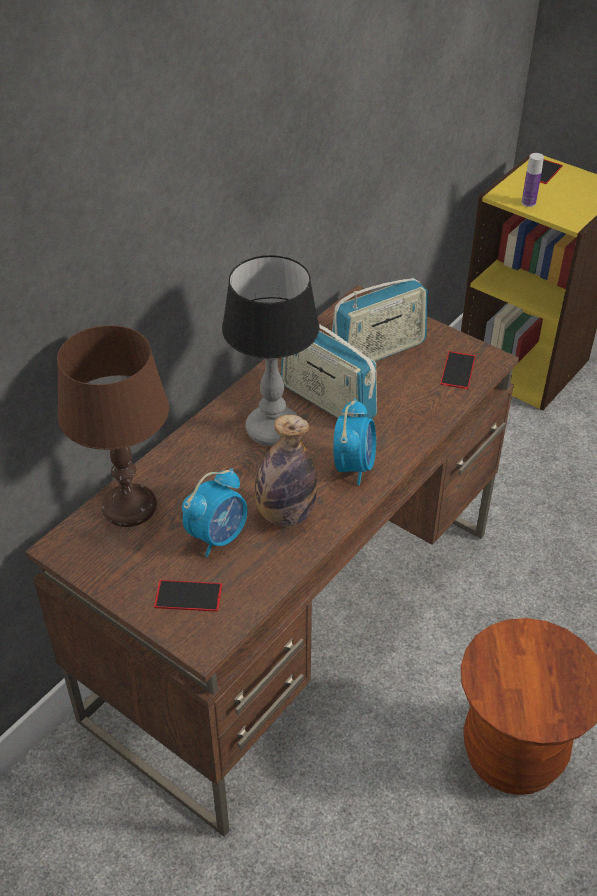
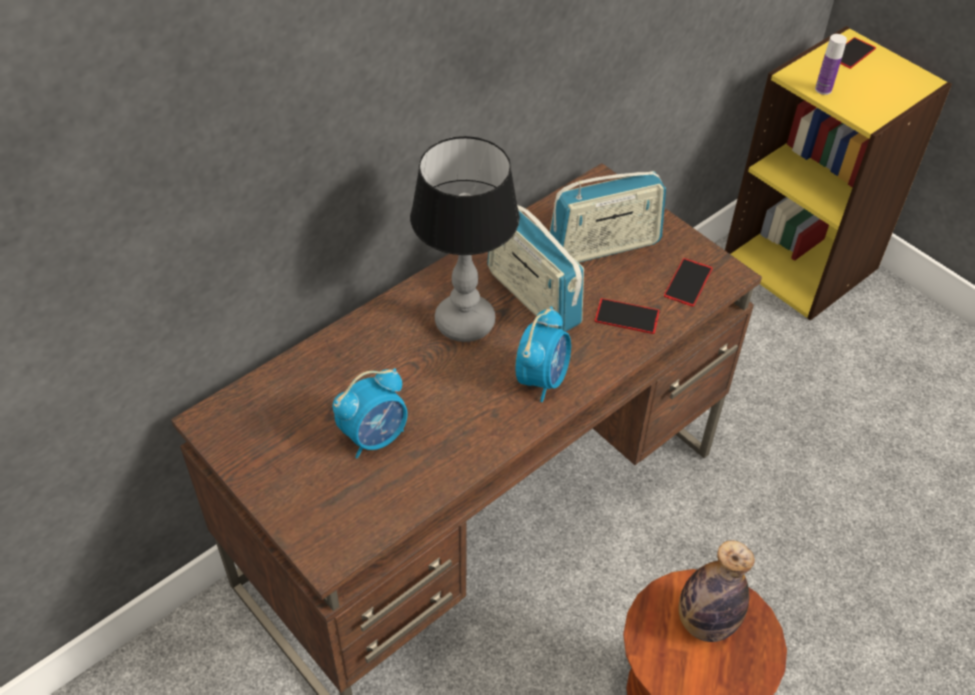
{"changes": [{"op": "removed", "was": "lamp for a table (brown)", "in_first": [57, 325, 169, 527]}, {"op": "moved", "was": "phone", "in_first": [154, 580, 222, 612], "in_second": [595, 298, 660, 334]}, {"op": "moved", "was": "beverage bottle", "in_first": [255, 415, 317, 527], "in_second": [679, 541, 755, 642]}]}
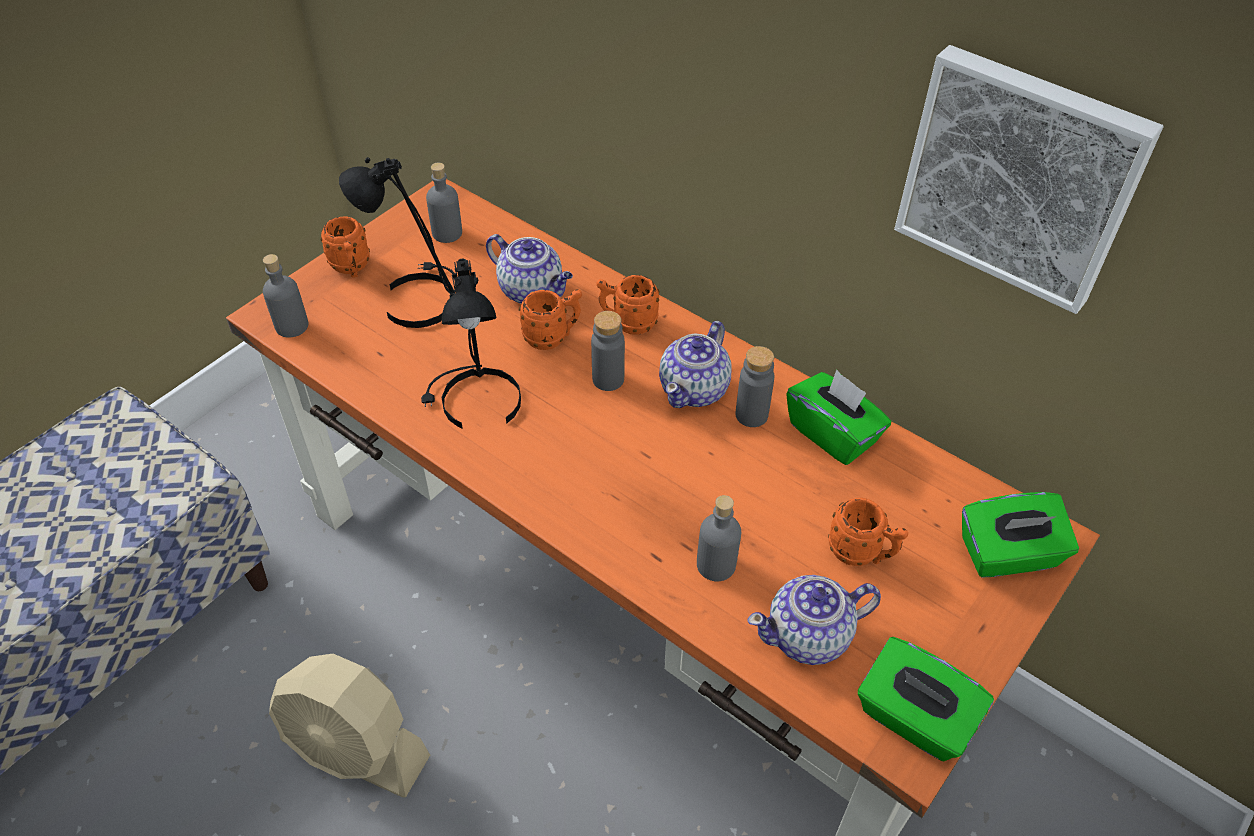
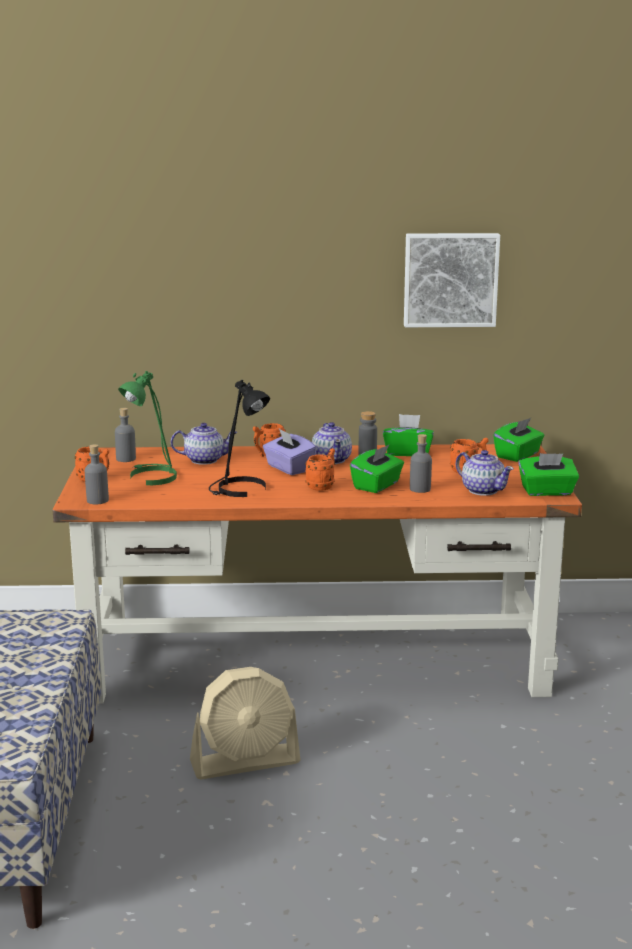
{"changes": [{"op": "recoloured", "was": "lamp for a table (blackish)", "now": "lamp for a table (green-coloured)", "in_first": [339, 157, 456, 328], "in_second": [118, 371, 177, 485]}, {"op": "moved", "was": "coffee mug (orangey)", "in_first": [519, 289, 582, 350], "in_second": [305, 448, 335, 491]}, {"op": "replaced", "was": "beverage bottle (greyish)", "now": "box of tissues (purple-coloured)", "in_first": [591, 311, 625, 391], "in_second": [263, 429, 317, 475]}, {"op": "turned", "was": "tea pot", "in_first": [747, 575, 881, 665], "in_second": [456, 450, 514, 496], "clockwise": -75}, {"op": "added", "now": "box of tissues (green-coloured)", "in_second": [350, 445, 404, 493]}]}
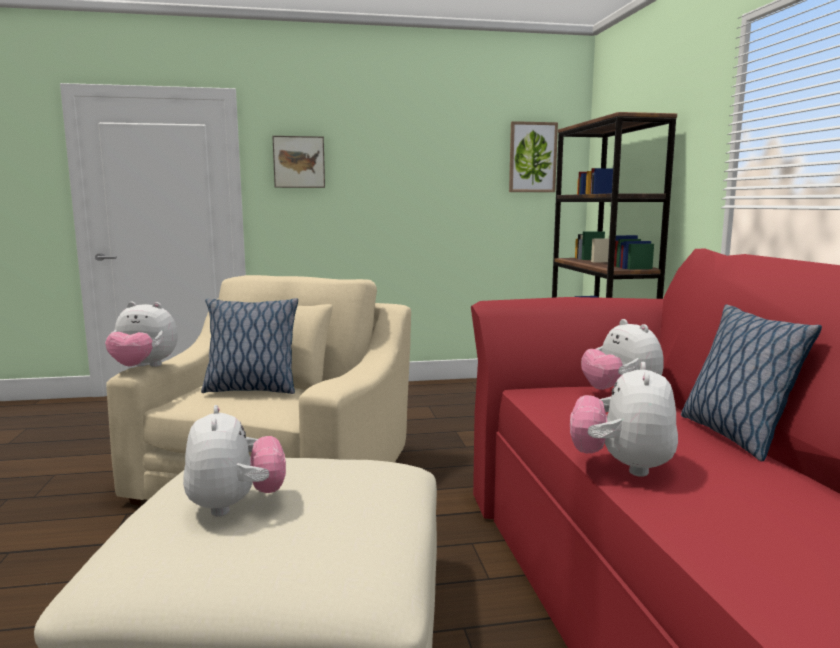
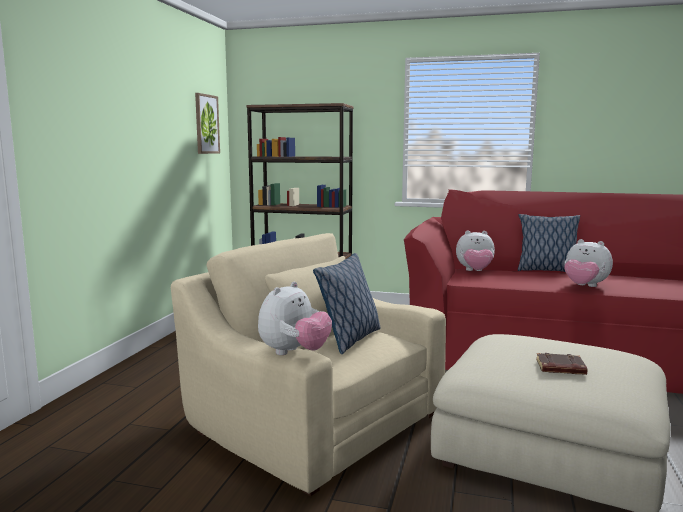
{"changes": [{"op": "replaced", "was": "soft toy", "now": "volume (brown)", "in_first": [183, 405, 286, 517], "in_second": [536, 353, 588, 375]}, {"op": "removed", "was": "picture", "in_first": [272, 136, 325, 188]}]}
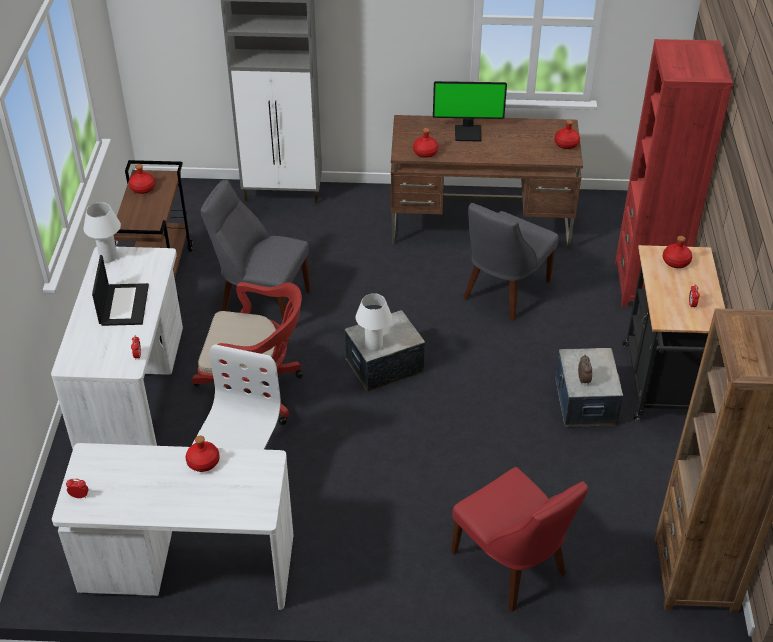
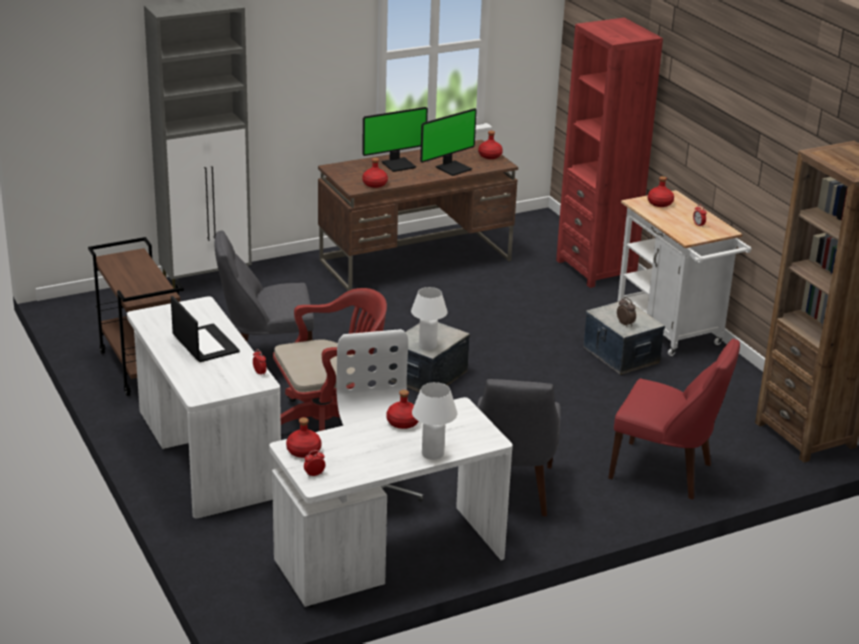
{"changes": [{"op": "moved", "was": "lamp for a table (white)", "in_first": [83, 202, 121, 263], "in_second": [412, 382, 457, 460]}, {"op": "moved", "was": "beverage bottle (reddish)", "in_first": [129, 164, 155, 194], "in_second": [286, 417, 322, 458]}, {"op": "moved", "was": "upright chair (greyish)", "in_first": [464, 203, 558, 321], "in_second": [477, 379, 560, 516]}, {"op": "recoloured", "was": "trolley (blackish)", "now": "trolley (white)", "in_first": [622, 245, 725, 421], "in_second": [618, 190, 751, 356]}, {"op": "added", "now": "computer display", "in_second": [420, 108, 477, 176]}]}
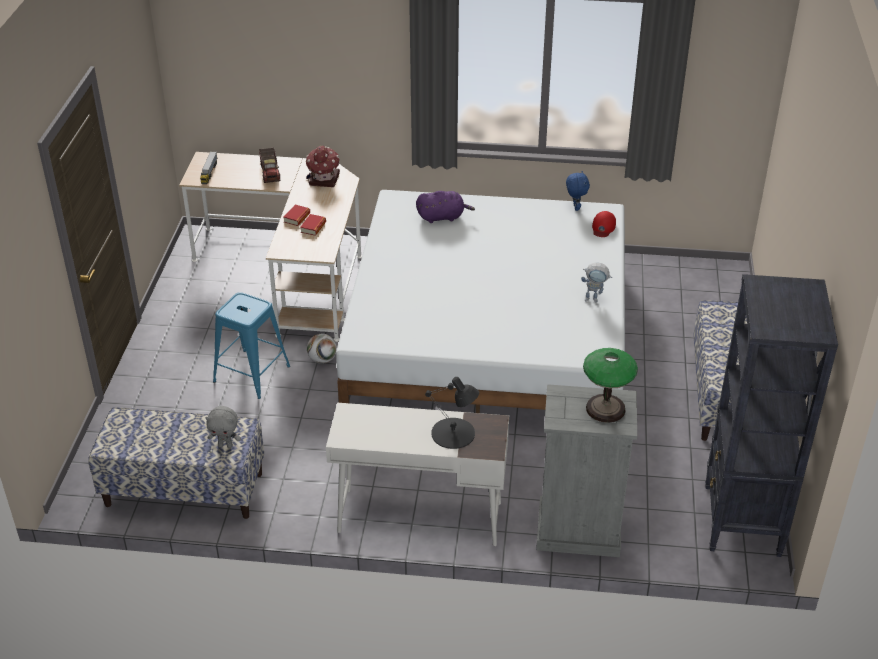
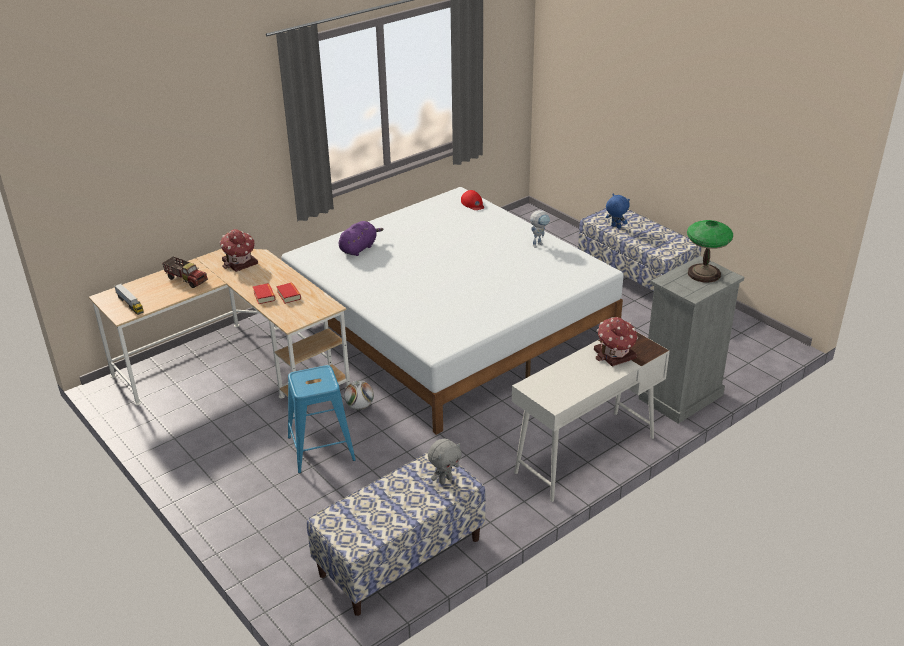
{"changes": [{"op": "replaced", "was": "lamp for a table (blackish)", "now": "miniature house", "in_first": [425, 377, 479, 449], "in_second": [594, 317, 638, 366]}, {"op": "moved", "was": "soft toy (blue-coloured)", "in_first": [566, 171, 590, 211], "in_second": [606, 194, 630, 229]}, {"op": "removed", "was": "bookcase (blackish)", "in_first": [705, 274, 838, 557]}]}
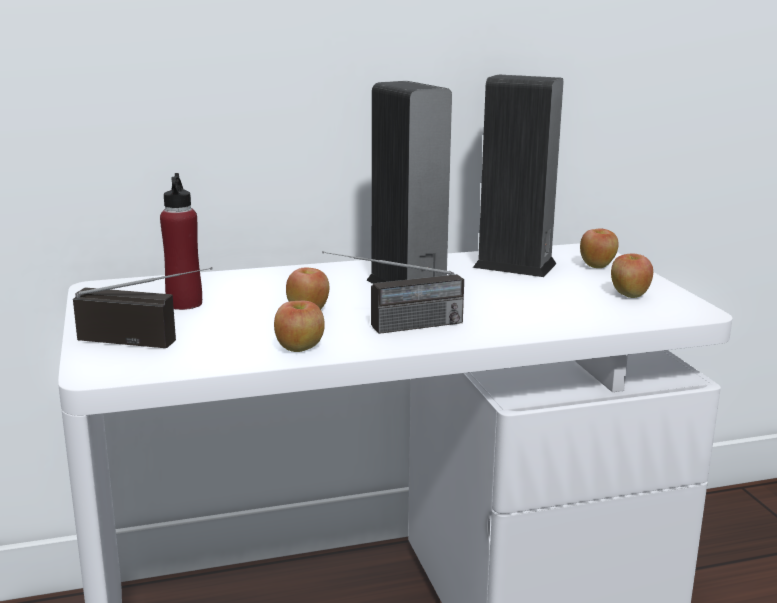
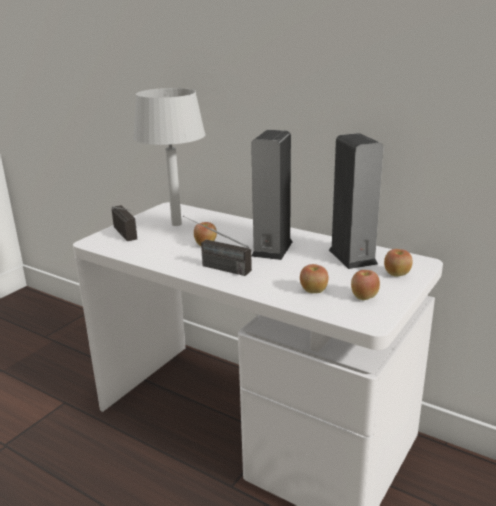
{"changes": [{"op": "replaced", "was": "beverage bottle (reddish)", "now": "lamp for a table (greyish)", "in_first": [160, 173, 202, 310], "in_second": [133, 88, 206, 226]}, {"op": "moved", "was": "whole apple", "in_first": [274, 301, 325, 352], "in_second": [300, 264, 328, 293]}]}
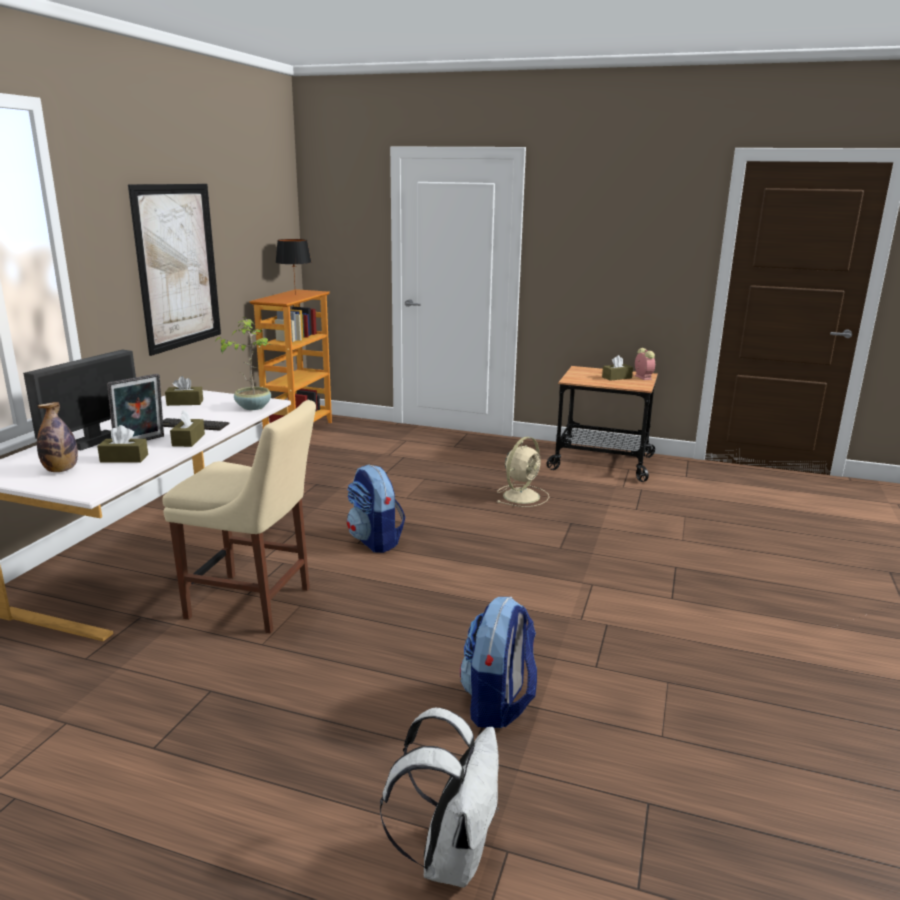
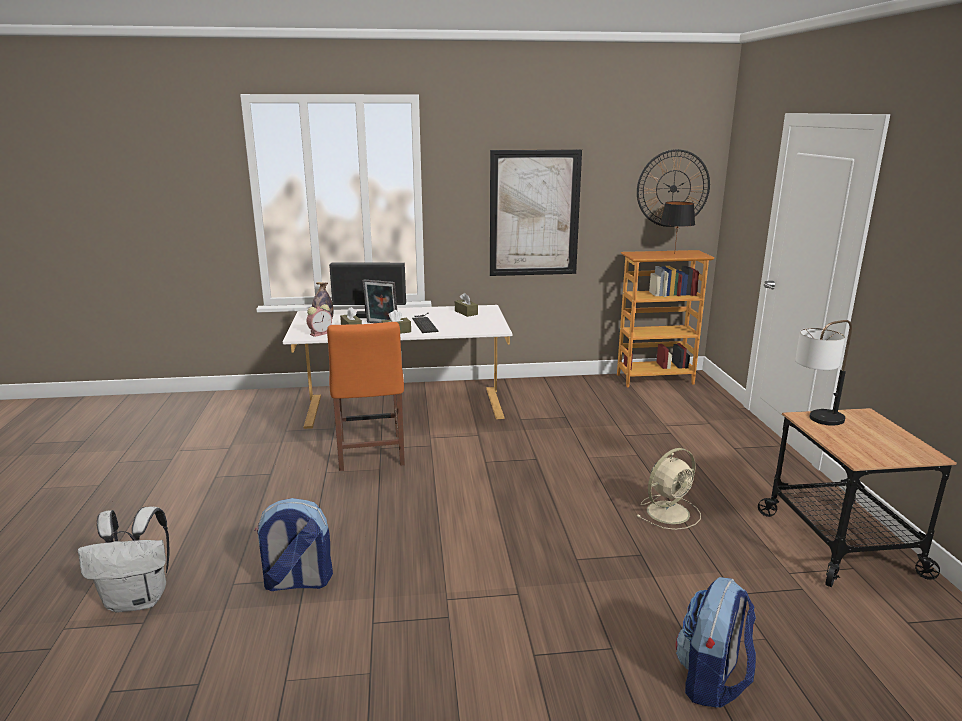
{"changes": [{"op": "recoloured", "was": "upright chair (sand-coloured)", "now": "upright chair (orangey)", "in_first": [162, 400, 316, 634], "in_second": [327, 322, 405, 471]}, {"op": "removed", "was": "plant in a pot", "in_first": [216, 317, 272, 410]}, {"op": "moved", "was": "backpack", "in_first": [347, 464, 405, 553], "in_second": [675, 577, 756, 708]}, {"op": "turned", "was": "cooling fan (sand-coloured)", "in_first": [497, 437, 549, 507], "in_second": [636, 448, 701, 530], "clockwise": -45}, {"op": "removed", "was": "box of tissues (brown)", "in_first": [602, 355, 633, 381]}, {"op": "moved", "was": "bedside clock", "in_first": [635, 348, 655, 380], "in_second": [307, 304, 332, 337]}, {"op": "added", "now": "wall clock", "in_second": [637, 149, 710, 227]}, {"op": "added", "now": "lamp for a table", "in_second": [795, 320, 852, 426]}]}
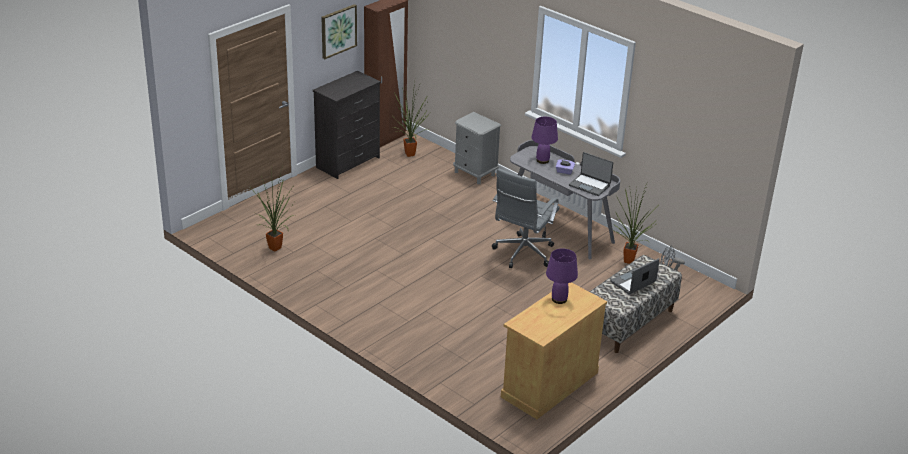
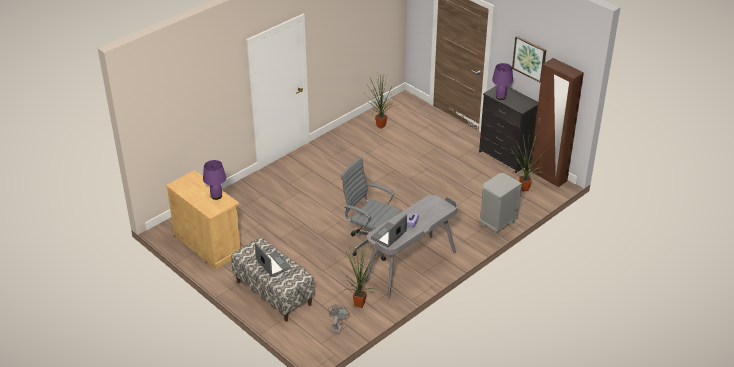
{"changes": [{"op": "moved", "was": "lamp for a table (purple-coloured)", "in_first": [531, 117, 558, 164], "in_second": [492, 63, 513, 100]}]}
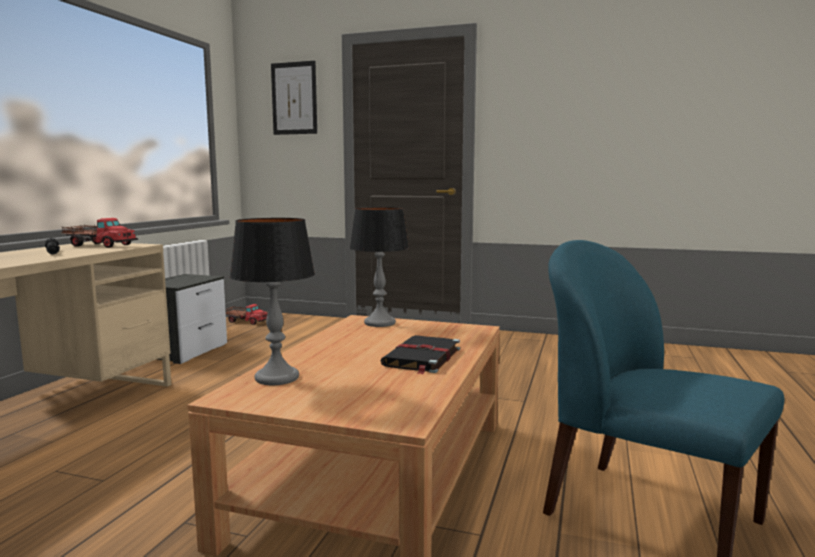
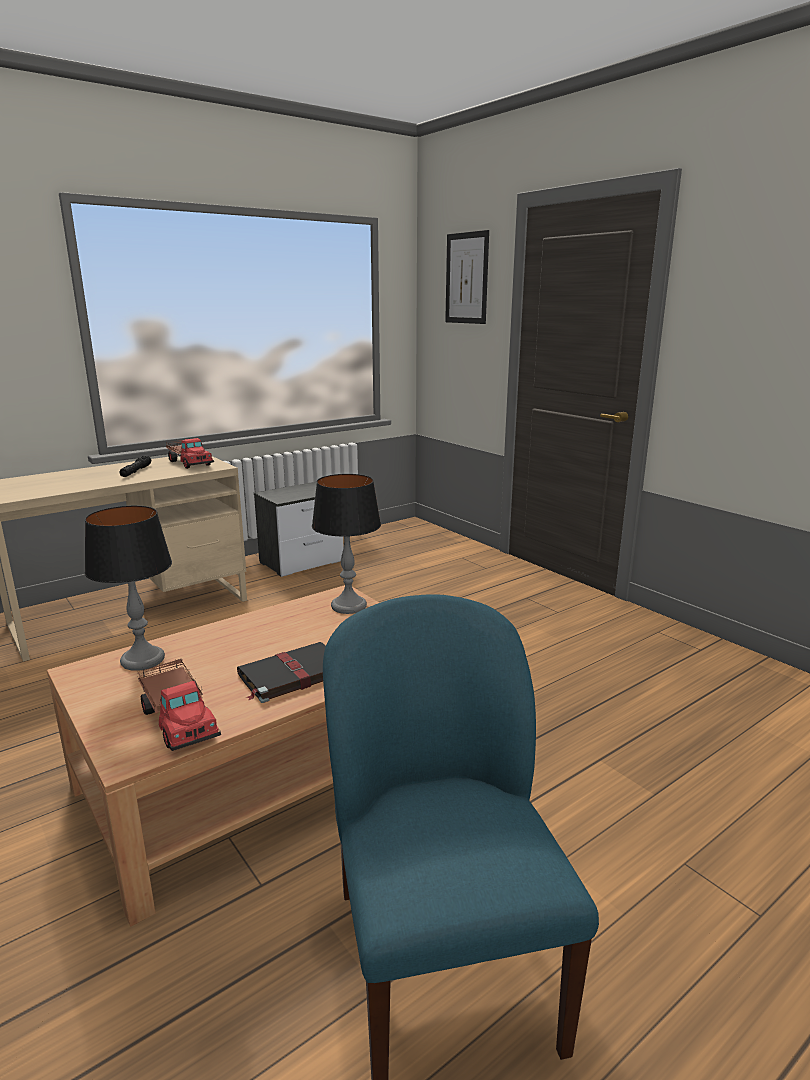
{"changes": [{"op": "moved", "was": "toy truck", "in_first": [226, 304, 268, 325], "in_second": [138, 659, 221, 751]}]}
